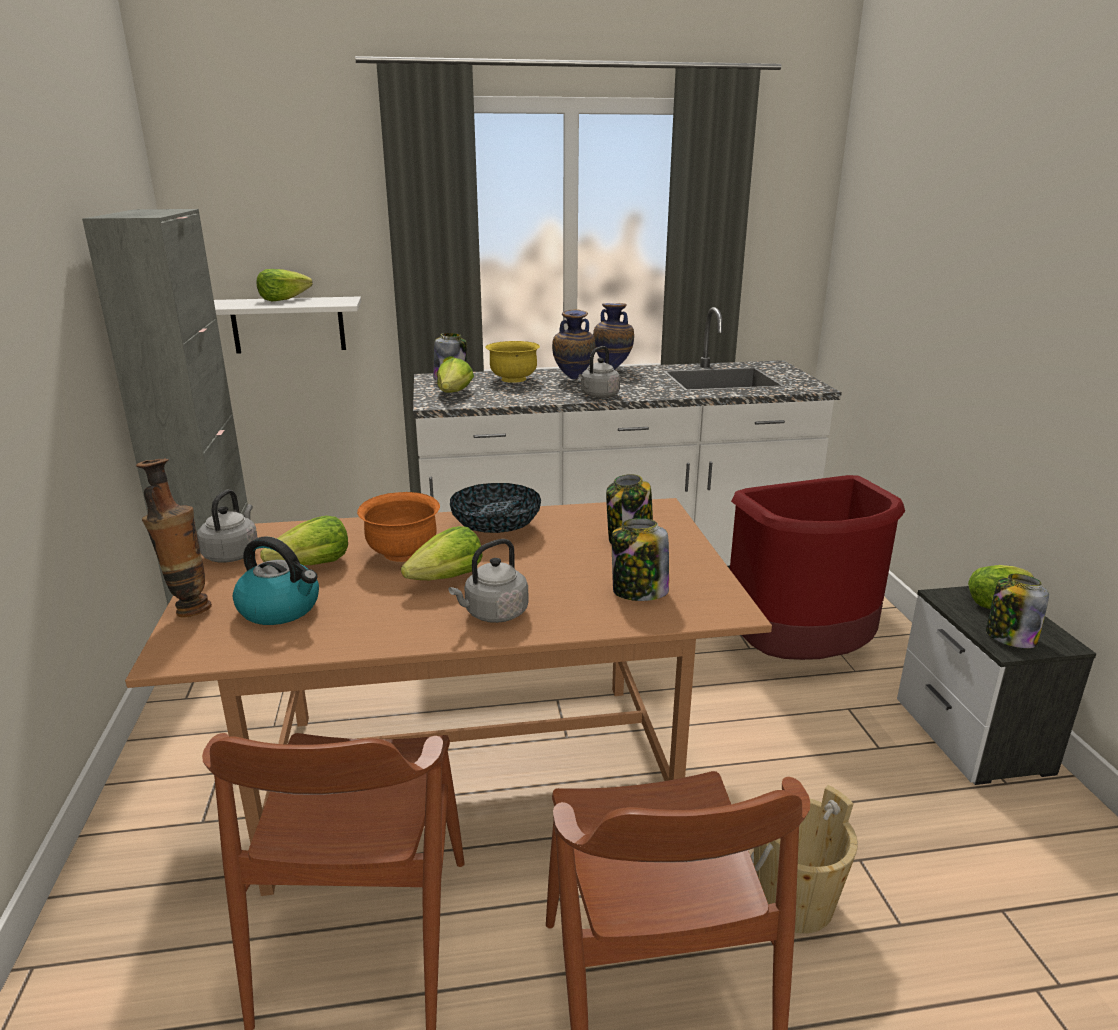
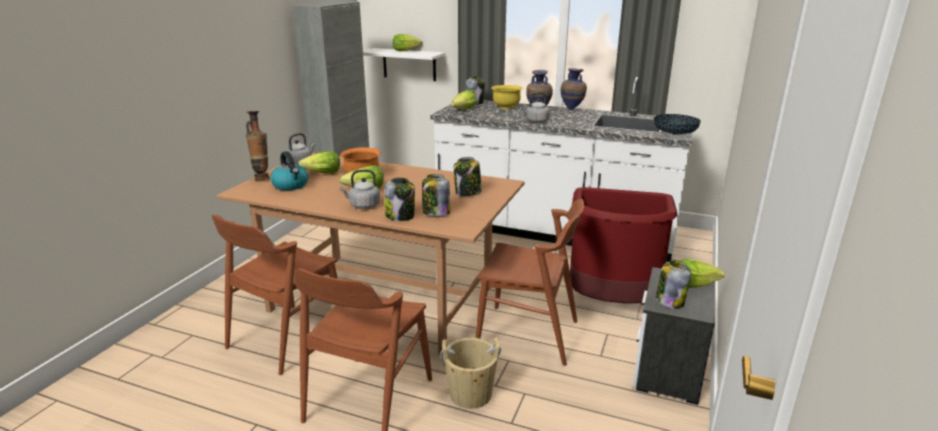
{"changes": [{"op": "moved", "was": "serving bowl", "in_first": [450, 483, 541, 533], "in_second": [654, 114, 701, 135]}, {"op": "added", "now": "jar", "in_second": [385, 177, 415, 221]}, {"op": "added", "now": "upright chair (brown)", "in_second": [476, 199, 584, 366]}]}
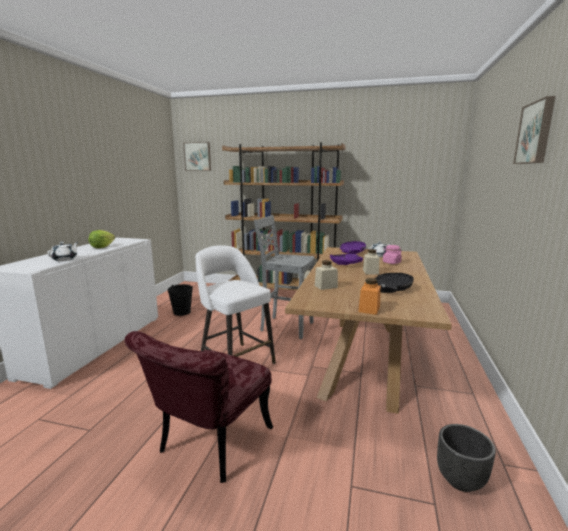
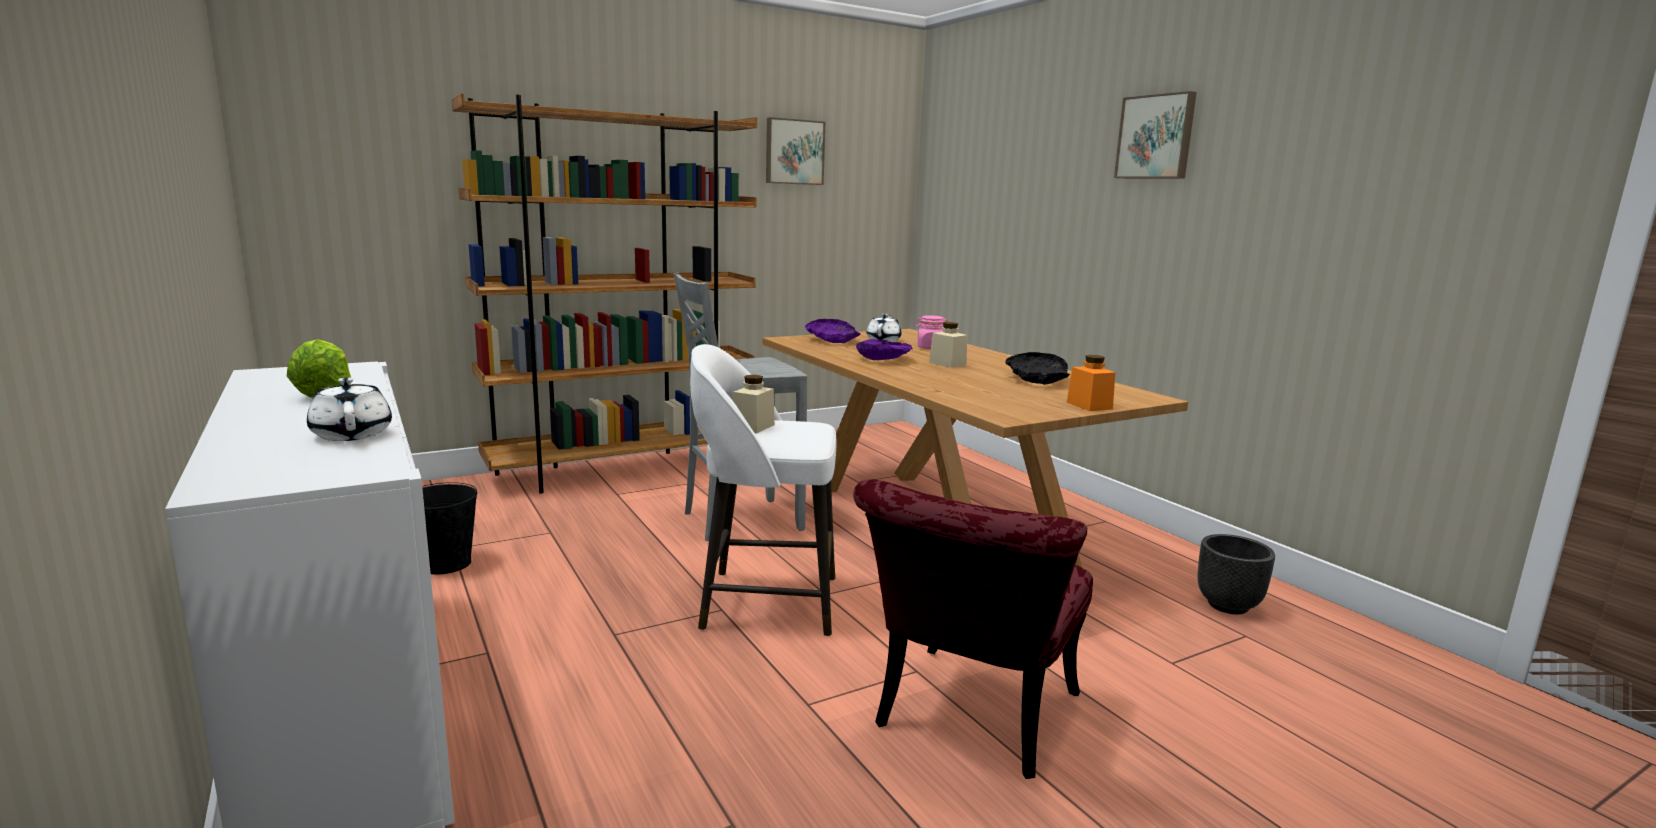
{"changes": [{"op": "turned", "was": "upright chair (reddish)", "in_first": [125, 331, 273, 483], "in_second": [853, 479, 1093, 779], "clockwise": 45}, {"op": "moved", "was": "picture", "in_first": [183, 142, 211, 171], "in_second": [766, 117, 825, 185]}, {"op": "moved", "was": "jar (sand-coloured)", "in_first": [315, 260, 338, 290], "in_second": [733, 375, 775, 434]}]}
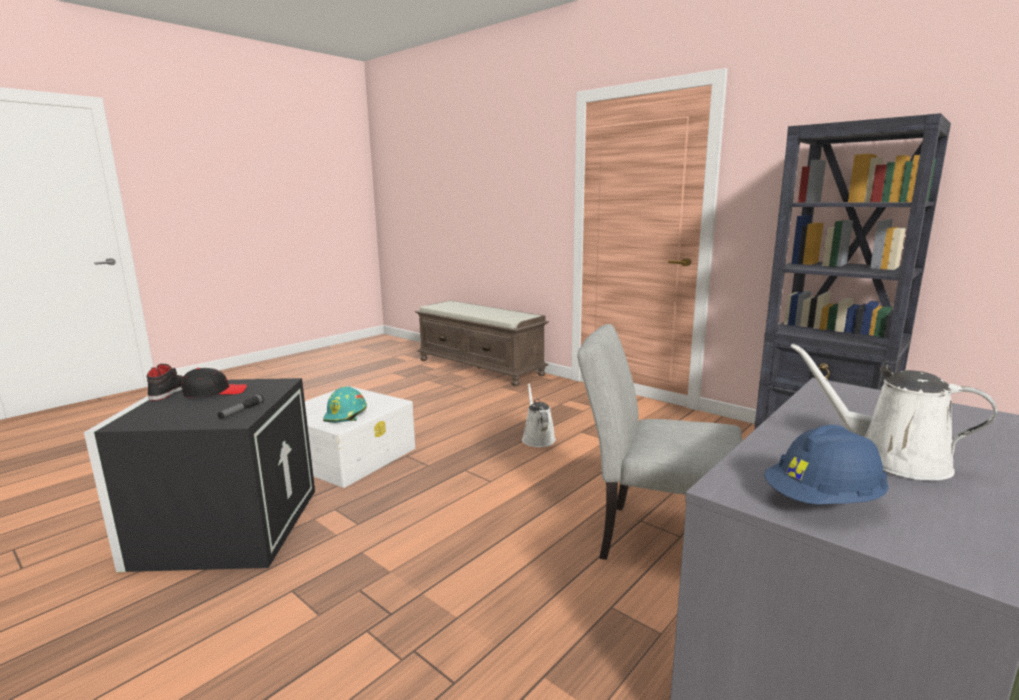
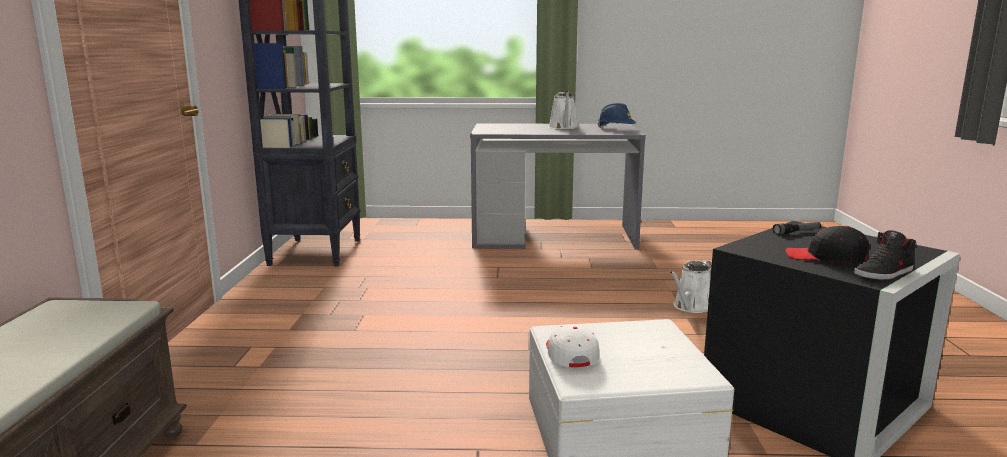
{"changes": [{"op": "removed", "was": "work helmet (turquoise)", "in_first": [323, 386, 367, 423]}, {"op": "moved", "was": "watering pot (white)", "in_first": [522, 384, 556, 447], "in_second": [669, 260, 712, 313]}, {"op": "removed", "was": "upright chair (greyish)", "in_first": [577, 324, 742, 560]}, {"op": "added", "now": "baseball cap (white)", "in_second": [546, 324, 599, 367]}]}
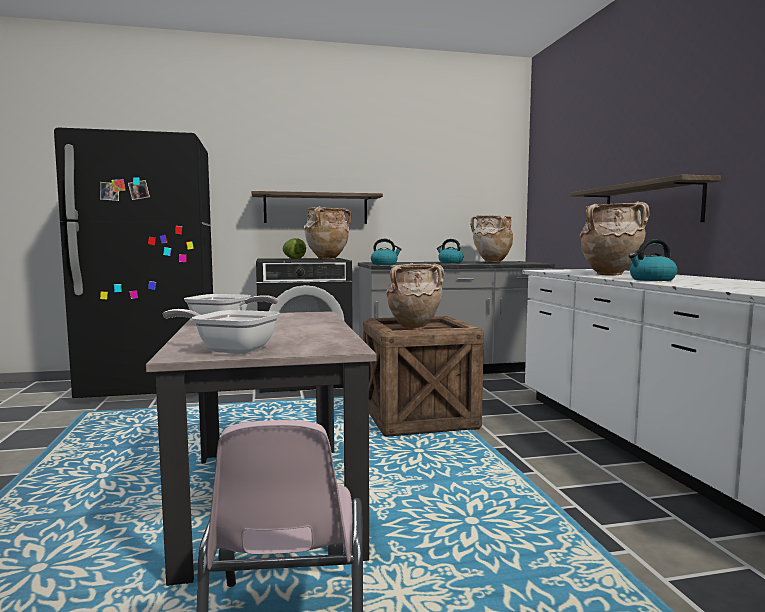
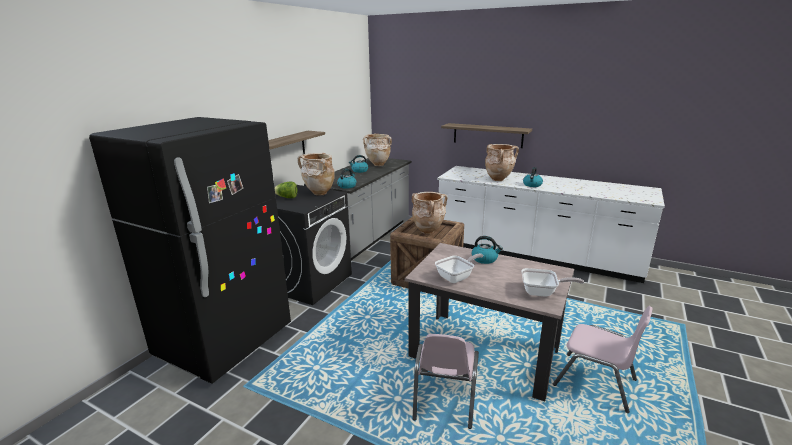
{"changes": [{"op": "turned", "was": "pan", "in_first": [163, 309, 280, 354], "in_second": [522, 268, 584, 297], "clockwise": -135}, {"op": "added", "now": "upright chair (pinkish)", "in_second": [413, 334, 479, 429]}, {"op": "added", "now": "water kettle", "in_second": [472, 236, 503, 264]}]}
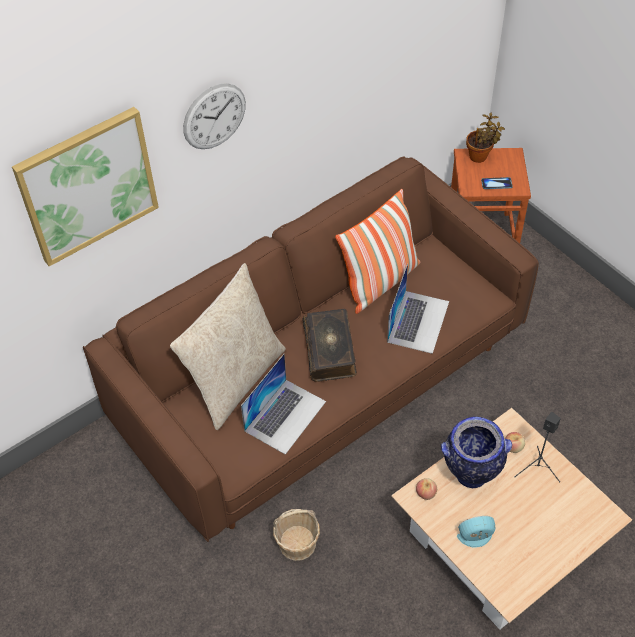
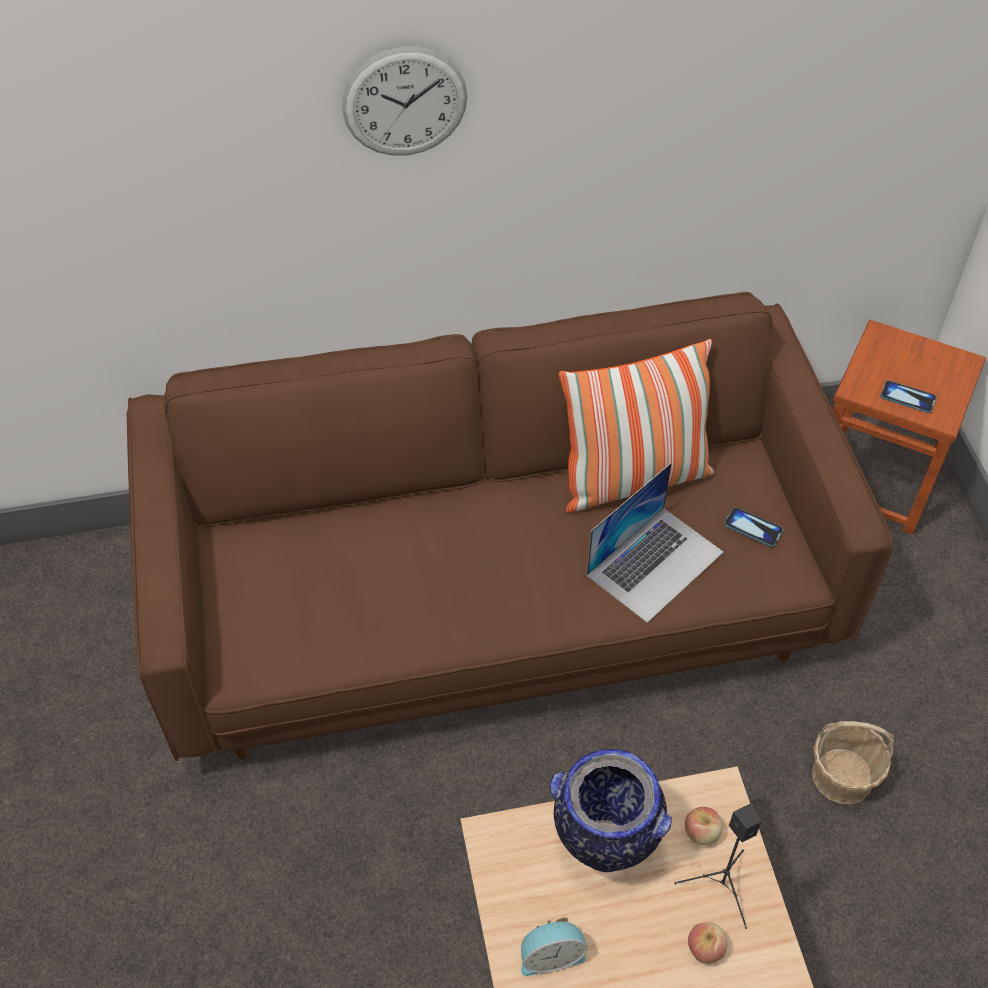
{"changes": [{"op": "removed", "was": "picture", "in_first": [12, 107, 159, 266]}, {"op": "removed", "was": "pillow (sand-coloured)", "in_first": [170, 263, 286, 430]}, {"op": "removed", "was": "notebook computer", "in_first": [241, 354, 326, 455]}, {"op": "moved", "was": "storage basket", "in_first": [273, 509, 320, 561], "in_second": [812, 721, 894, 804]}, {"op": "removed", "was": "volume", "in_first": [302, 309, 357, 382]}, {"op": "moved", "was": "whole apple", "in_first": [416, 478, 437, 500], "in_second": [688, 922, 728, 964]}, {"op": "turned", "was": "bedside clock", "in_first": [457, 516, 495, 548], "in_second": [521, 918, 587, 977], "clockwise": 150}, {"op": "removed", "was": "plant in a pot", "in_first": [466, 113, 505, 163]}, {"op": "added", "now": "phone", "in_second": [724, 507, 784, 547]}]}
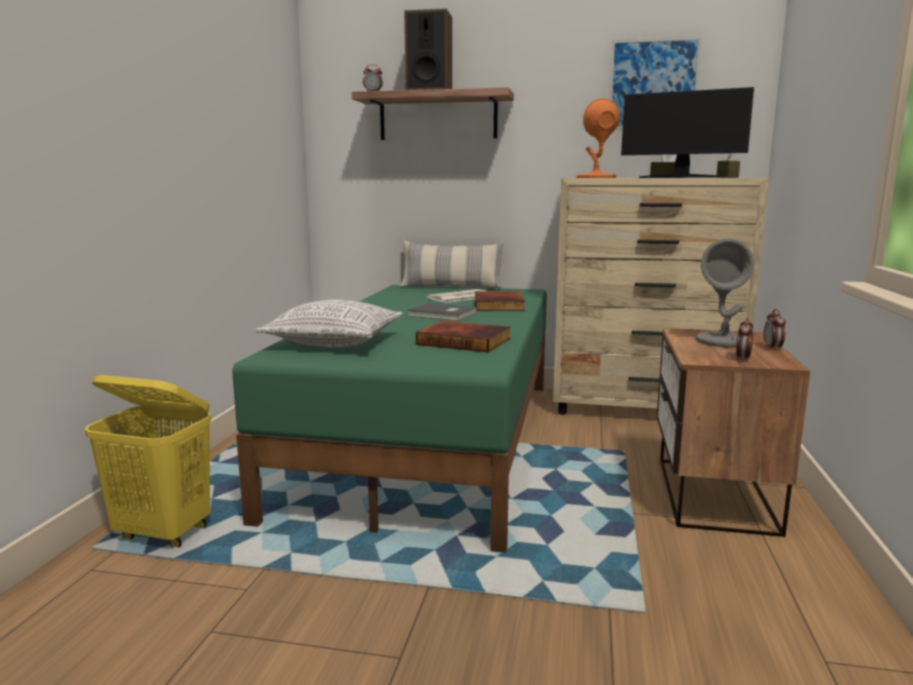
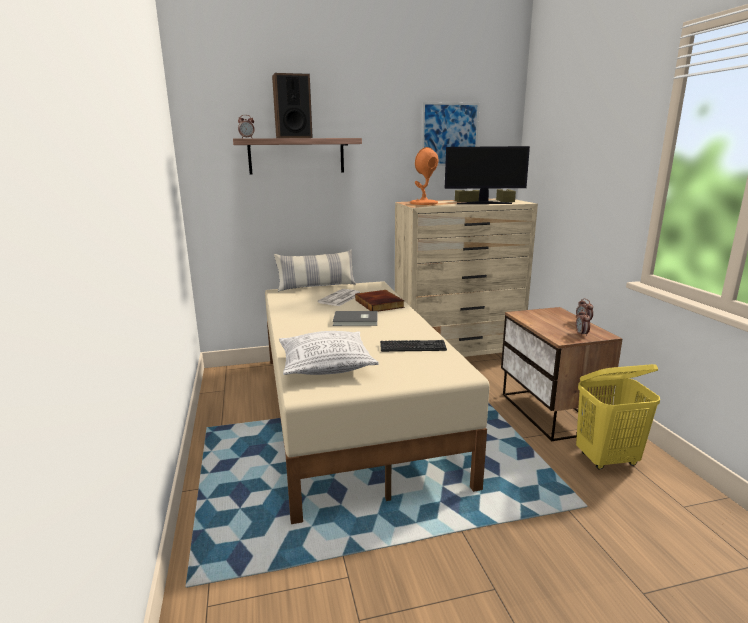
{"changes": [{"op": "moved", "was": "hamper (yellowish)", "in_first": [85, 375, 211, 547], "in_second": [576, 364, 660, 470]}, {"op": "recoloured", "was": "sleeping bed (green-coloured)", "now": "sleeping bed (sand-coloured)", "in_first": [232, 285, 547, 553], "in_second": [265, 281, 490, 524]}, {"op": "replaced", "was": "volume", "now": "keyboard", "in_first": [416, 320, 511, 352], "in_second": [380, 340, 447, 352]}, {"op": "removed", "was": "lamp for a table (greyish)", "in_first": [696, 238, 754, 348]}]}
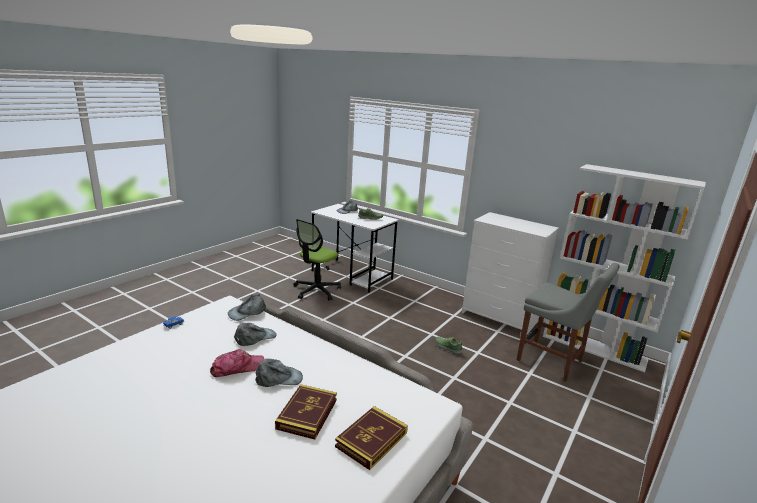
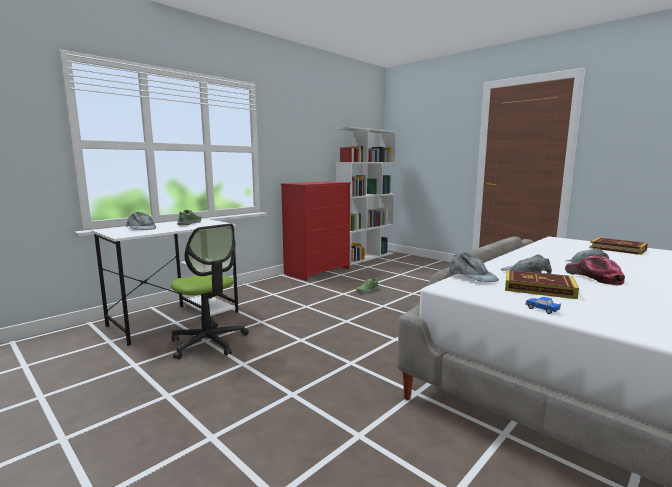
{"changes": [{"op": "moved", "was": "volume", "in_first": [275, 384, 337, 440], "in_second": [505, 270, 579, 299]}, {"op": "recoloured", "was": "dresser (white)", "now": "dresser (reddish)", "in_first": [462, 212, 559, 336], "in_second": [281, 181, 351, 281]}, {"op": "removed", "was": "upright chair (greyish)", "in_first": [517, 263, 620, 382]}]}
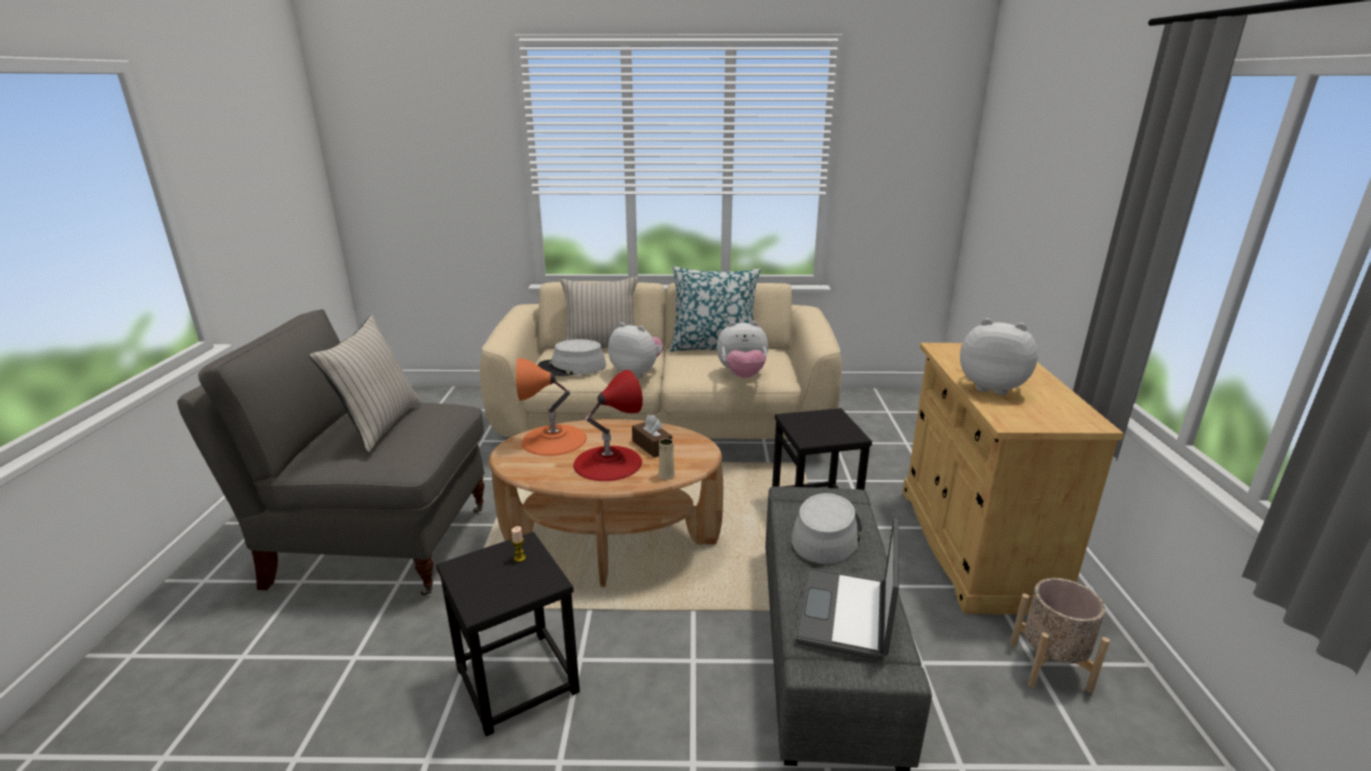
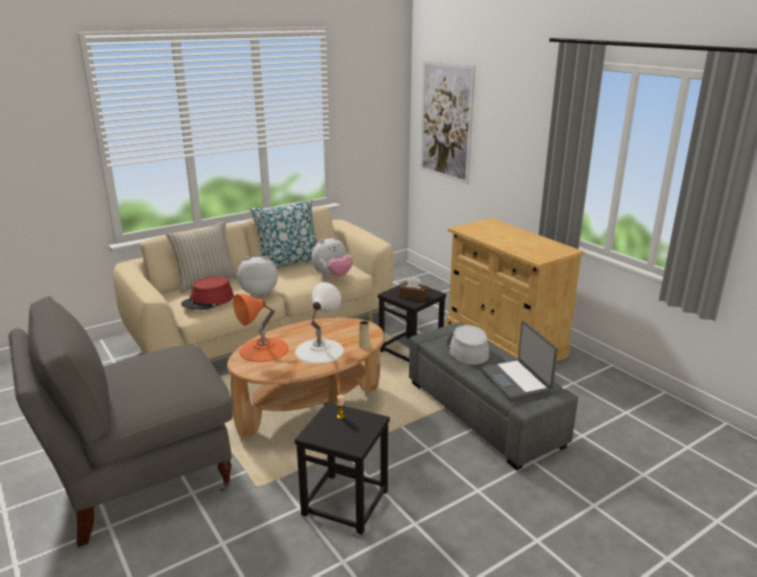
{"changes": [{"op": "removed", "was": "pillow (sand-coloured)", "in_first": [309, 315, 422, 453]}, {"op": "recoloured", "was": "hat (greyish)", "now": "hat (reddish)", "in_first": [538, 339, 606, 376], "in_second": [181, 277, 234, 310]}, {"op": "recoloured", "was": "lamp for a table (reddish)", "now": "lamp for a table (white)", "in_first": [573, 370, 643, 481], "in_second": [295, 282, 344, 364]}, {"op": "moved", "was": "box of tissues (brown)", "in_first": [632, 414, 672, 458], "in_second": [399, 276, 428, 301]}, {"op": "removed", "was": "soft toy", "in_first": [960, 318, 1038, 395]}, {"op": "removed", "was": "plant pot (sand-coloured)", "in_first": [1010, 578, 1110, 693]}, {"op": "added", "now": "picture", "in_second": [420, 60, 475, 184]}]}
